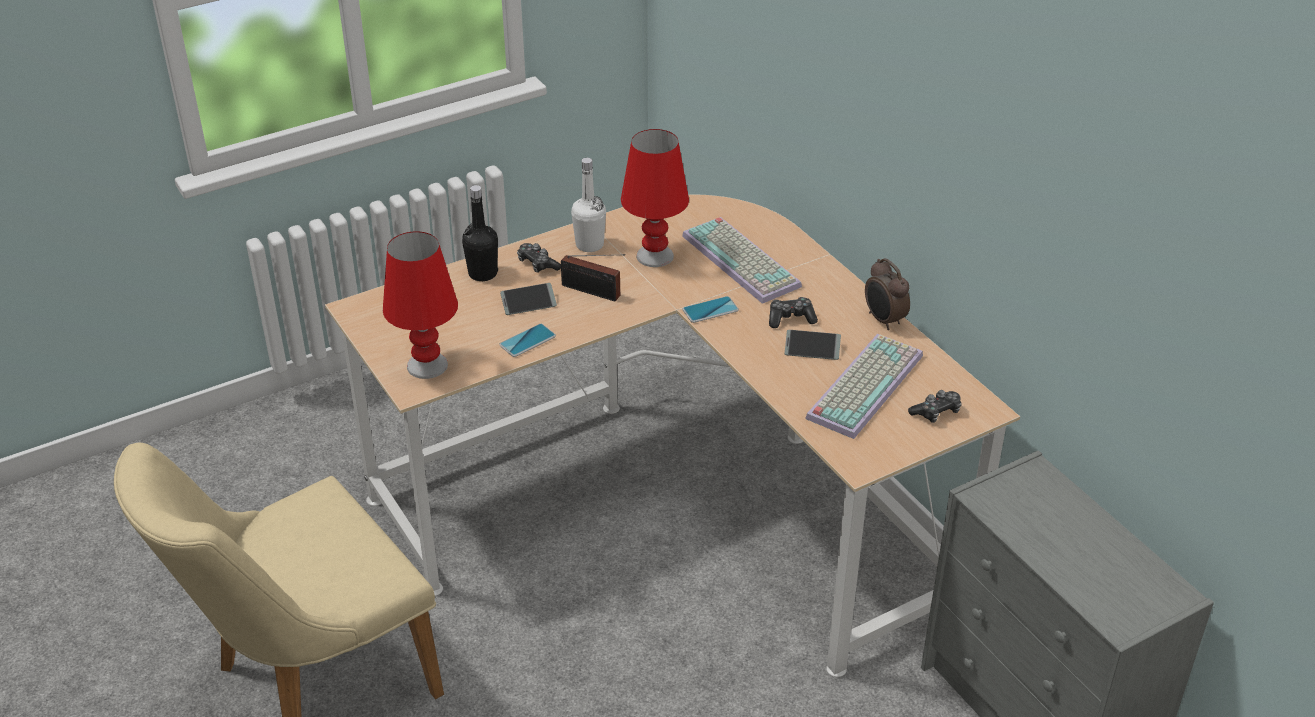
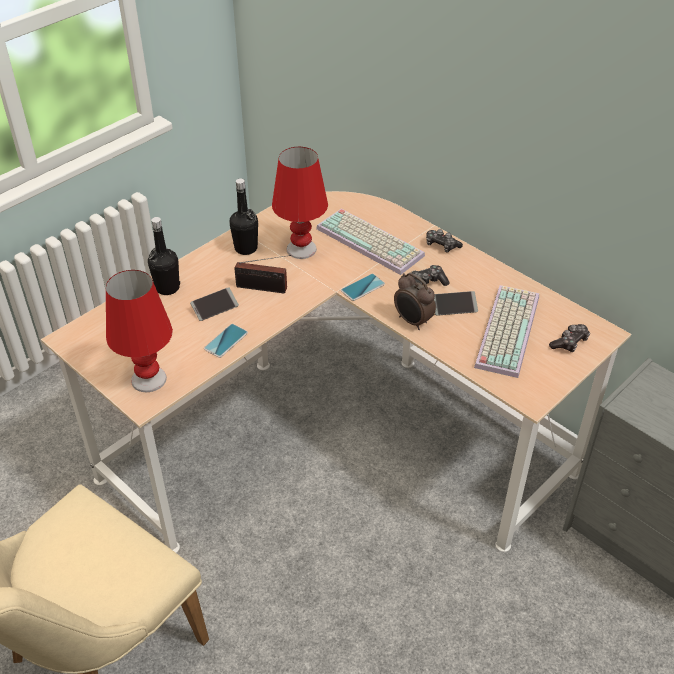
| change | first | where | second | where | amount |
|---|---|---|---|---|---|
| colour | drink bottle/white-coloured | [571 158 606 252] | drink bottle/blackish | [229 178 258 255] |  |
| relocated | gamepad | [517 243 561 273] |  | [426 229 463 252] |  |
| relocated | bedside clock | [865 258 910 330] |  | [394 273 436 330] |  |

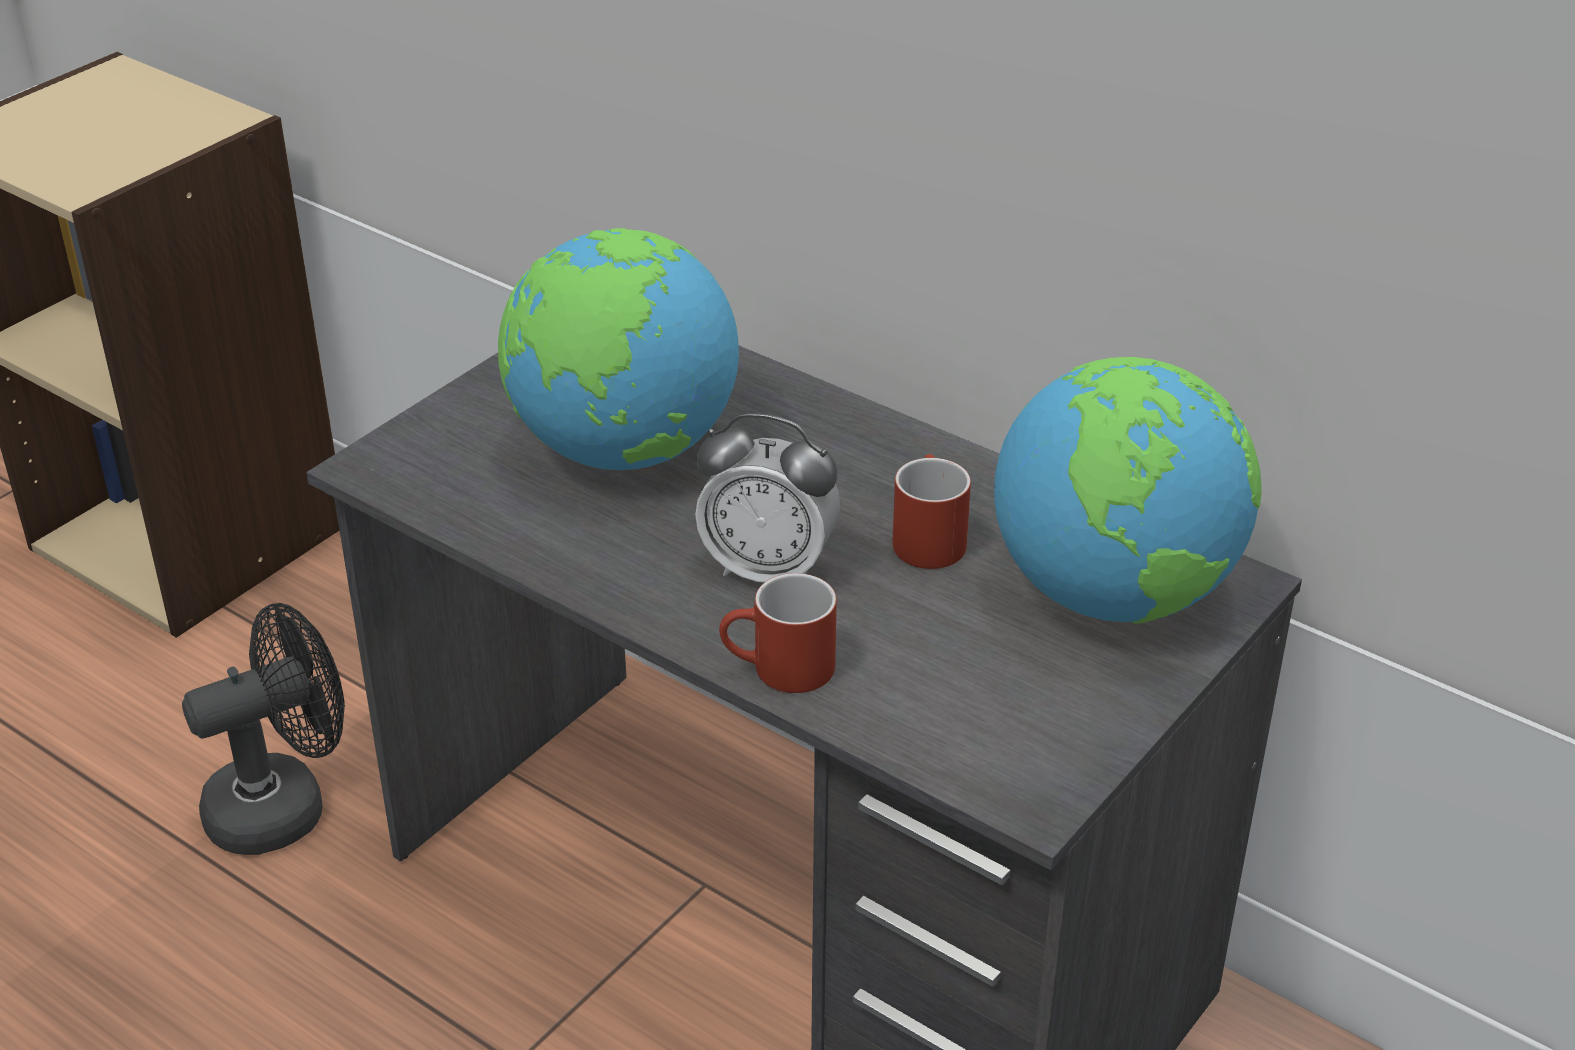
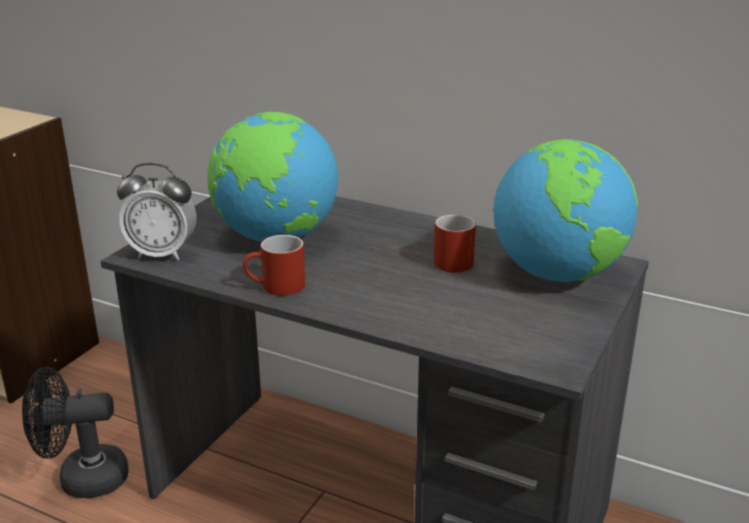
| change | first | where | second | where | amount |
|---|---|---|---|---|---|
| relocated | bedside clock | [695 413 840 583] |  | [117 163 197 261] |  |
| relocated | tea mug/red-coloured | [719 573 837 693] |  | [243 235 305 296] |  |
| spun | fan/blackish | [182 603 345 855] |  | [22 367 129 498] | 150 degrees counterclockwise |

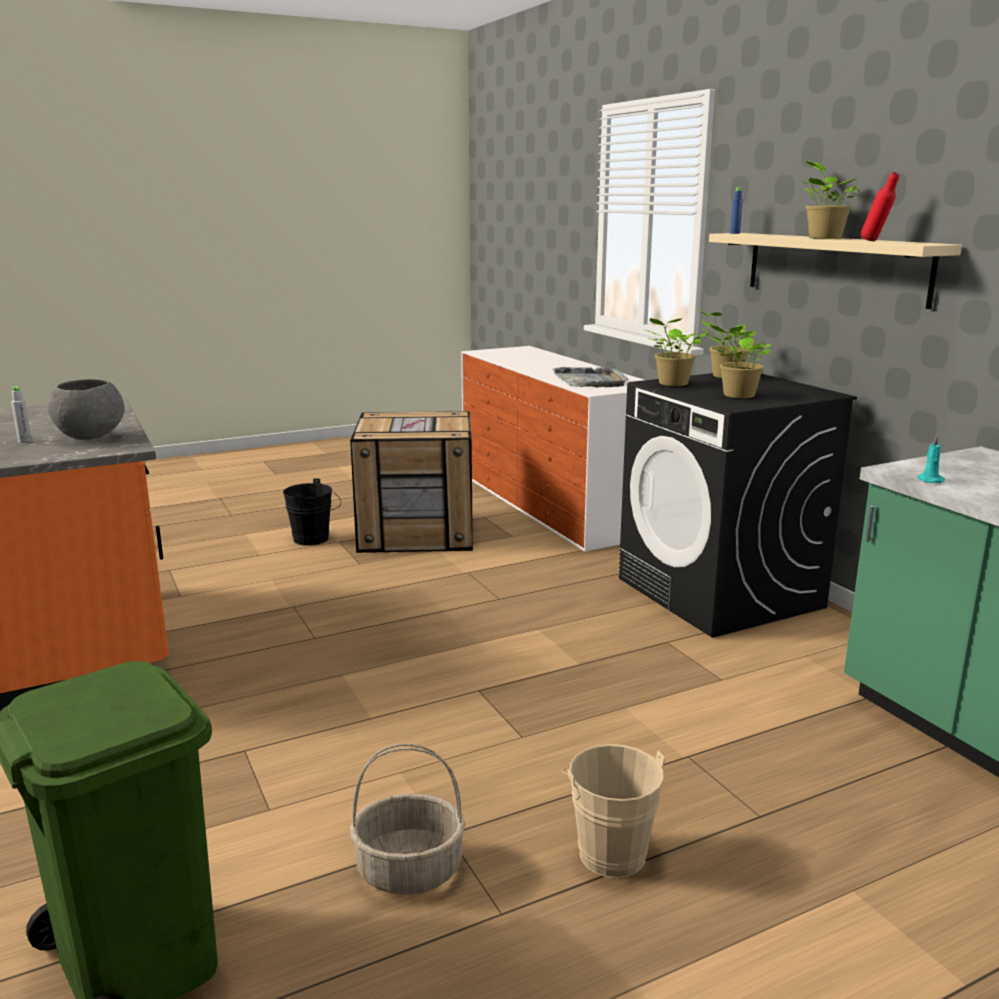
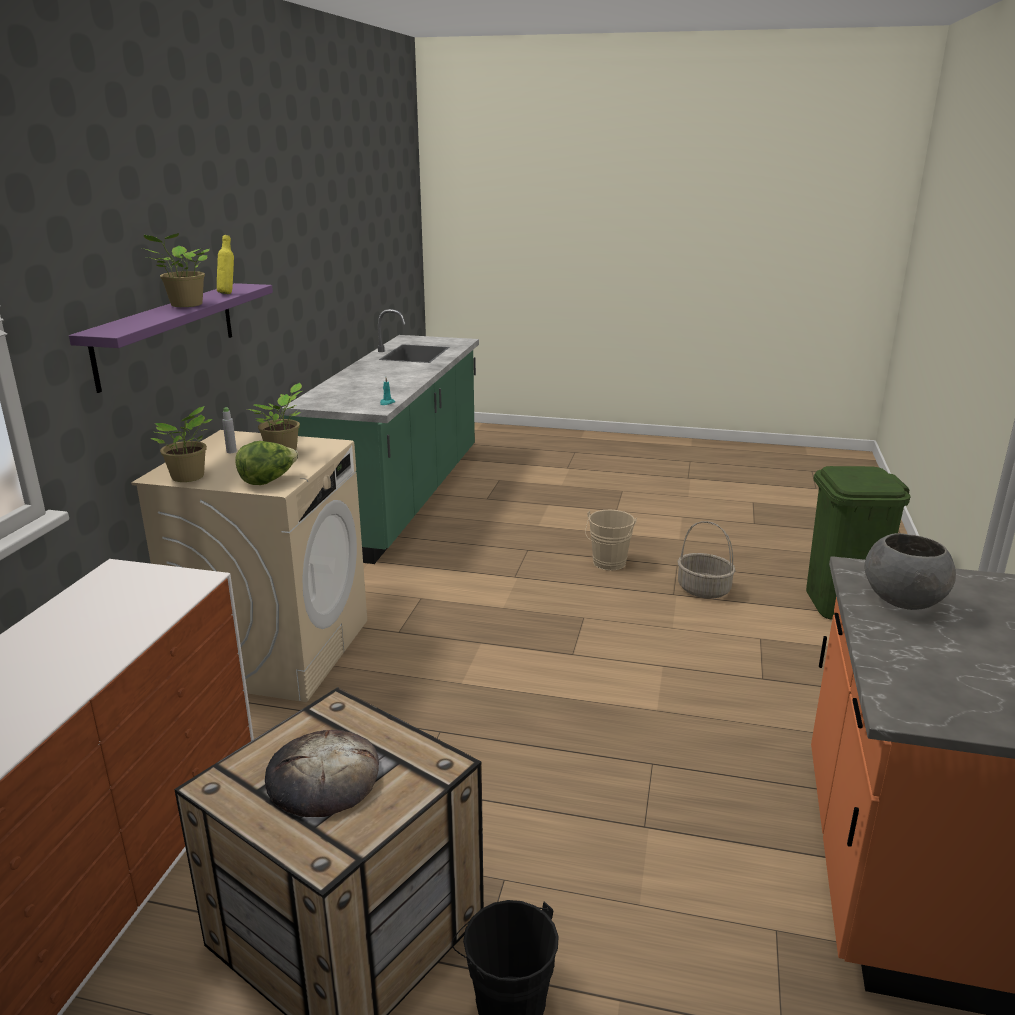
| change | first | where | second | where | amount |
|---|---|---|---|---|---|
| colour | drink bottle/red-coloured | [861 172 899 241] | drink bottle/yellowish | [217 235 234 294] |  |
| missing | drink bottle/bluish | [730 187 743 234] |  |  |  |
| colour | bracket shelf/beige-coloured | [709 233 962 309] | bracket shelf/purplish | [69 283 273 393] |  |
| exchanged | houseplant | [643 318 706 386] | lettuce head | [235 441 299 485] |  |
| missing | serving tray/gray | [553 366 629 388] |  |  |  |
| colour | laundry appliance/blackish | [619 373 857 638] | laundry appliance/beige-coloured | [131 430 367 702] |  |
| relocated | drink bottle/gray | [11 386 32 443] |  | [222 407 237 453] |  |
| appeared |  |  | baked bread | [265 730 379 817] |  |

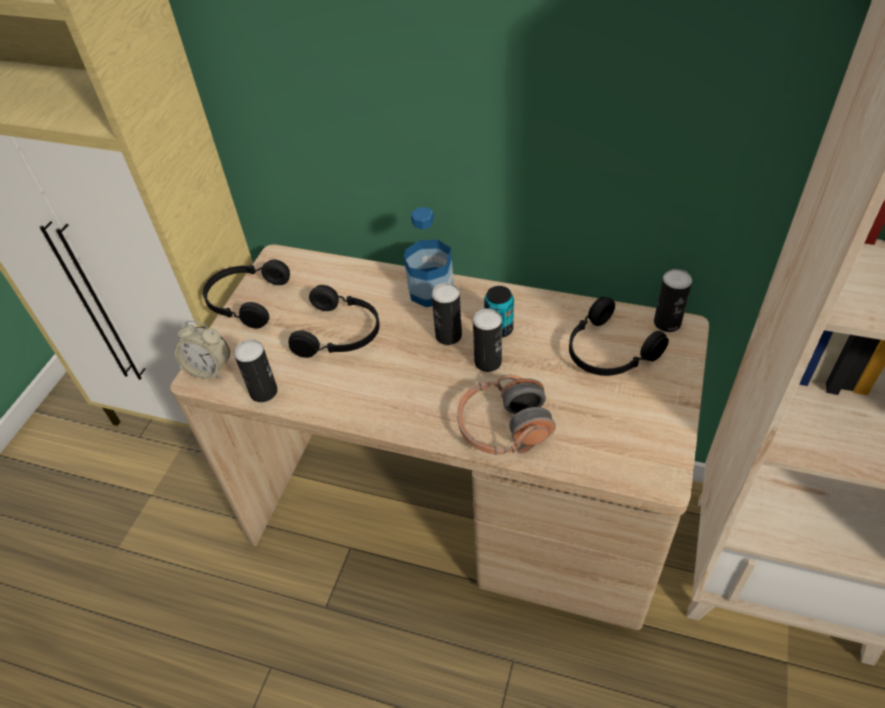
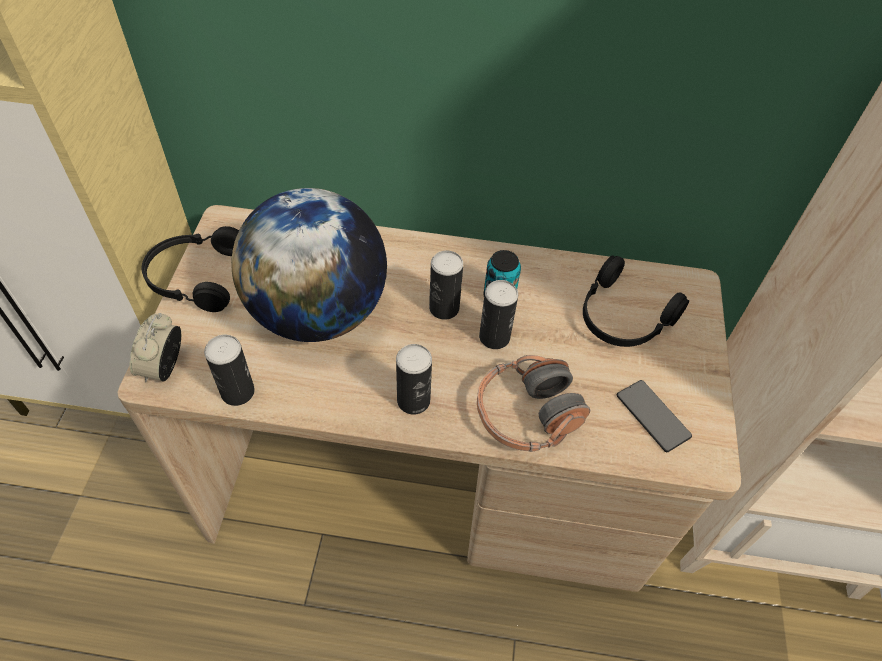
| change | first | where | second | where | amount |
|---|---|---|---|---|---|
| missing | drink bottle | [403 207 454 307] |  |  |  |
| relocated | sealed can | [654 269 692 332] |  | [396 344 432 415] |  |
| exchanged | headset/blackish | [289 285 380 358] | globe | [231 188 387 342] |  |
| spun | bedside clock | [174 321 230 379] |  | [130 313 181 382] | 90 degrees clockwise |
| appeared |  |  | phone | [617 380 692 452] |  |

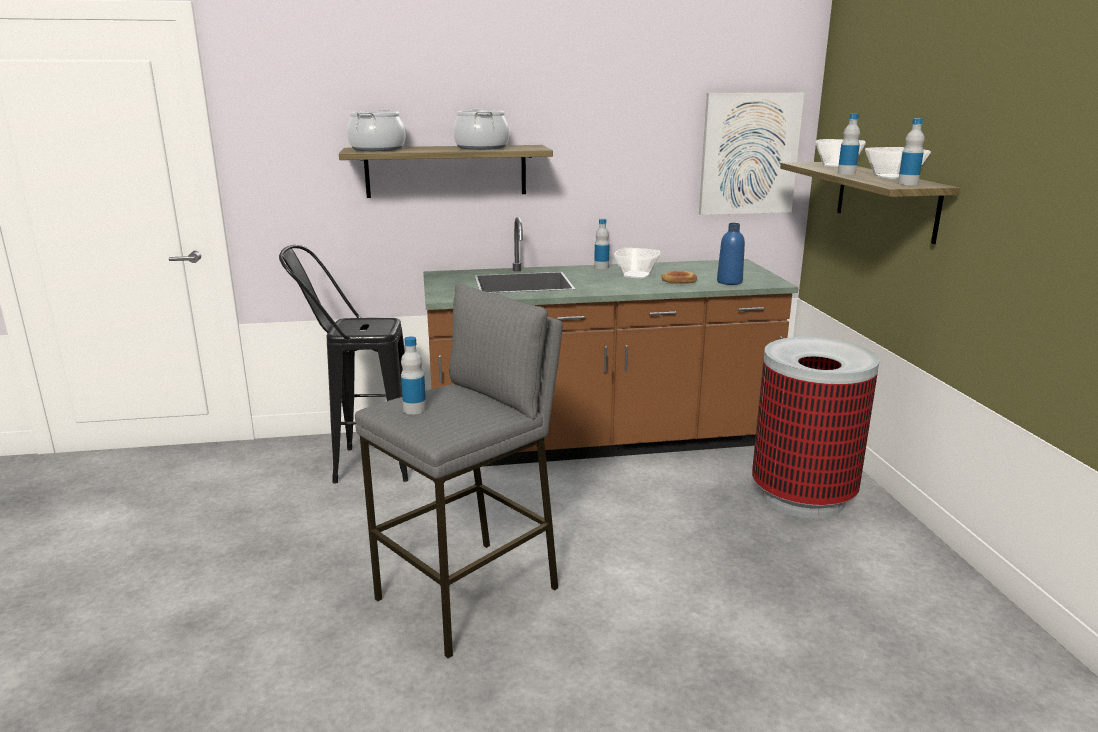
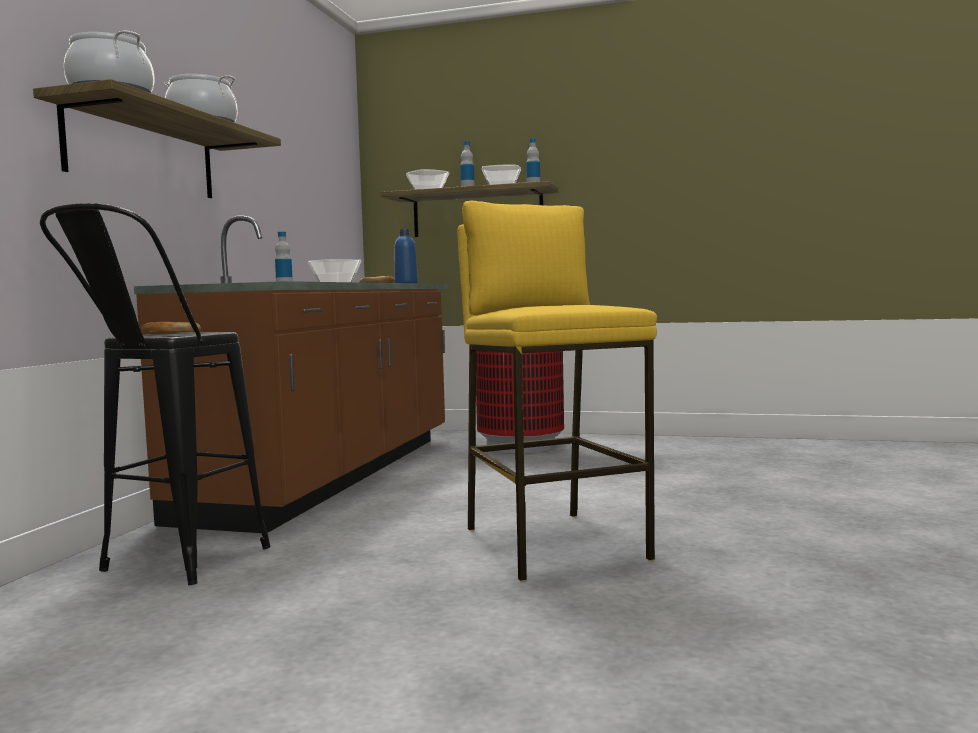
| change | first | where | second | where | amount |
|---|---|---|---|---|---|
| missing | wall art | [699 93 804 215] |  |  |  |
| colour | stool seat/gray | [355 283 563 659] | stool seat/yellowish | [457 201 657 581] |  |
| missing | drink bottle | [401 336 426 414] |  |  |  |
| appeared |  |  | baked bread | [141 322 201 335] |  |

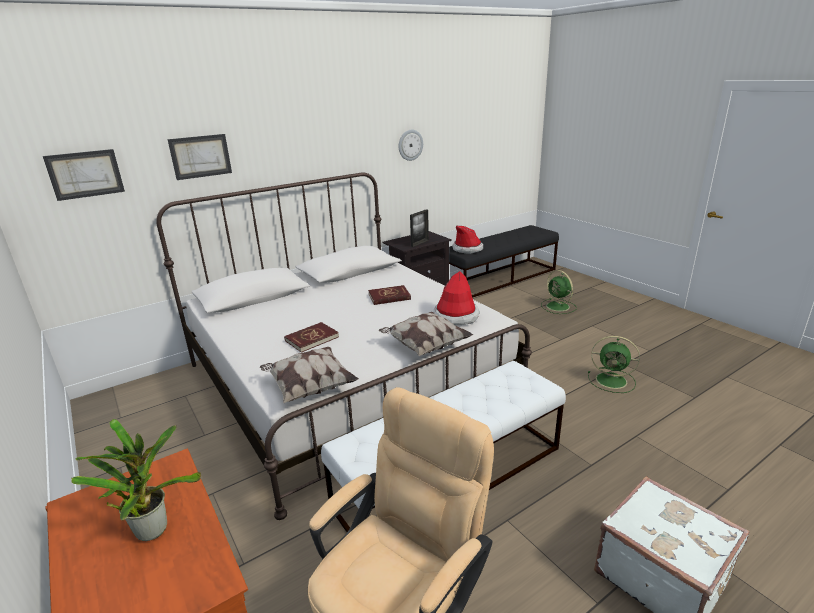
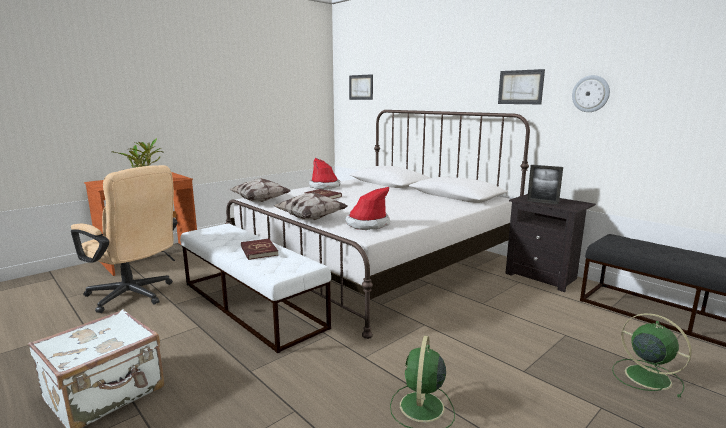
| change | first | where | second | where | amount |
|---|---|---|---|---|---|
| relocated | wall art | [167 134 232 180] |  | [498 69 545 104] |  |
| relocated | hat | [453 226 483 254] |  | [309 158 341 190] |  |
| spun | fan/green | [541 270 577 314] |  | [612 313 692 398] | 90 degrees clockwise |
| relocated | book/red-coloured | [368 285 411 305] |  | [241 239 278 260] |  |

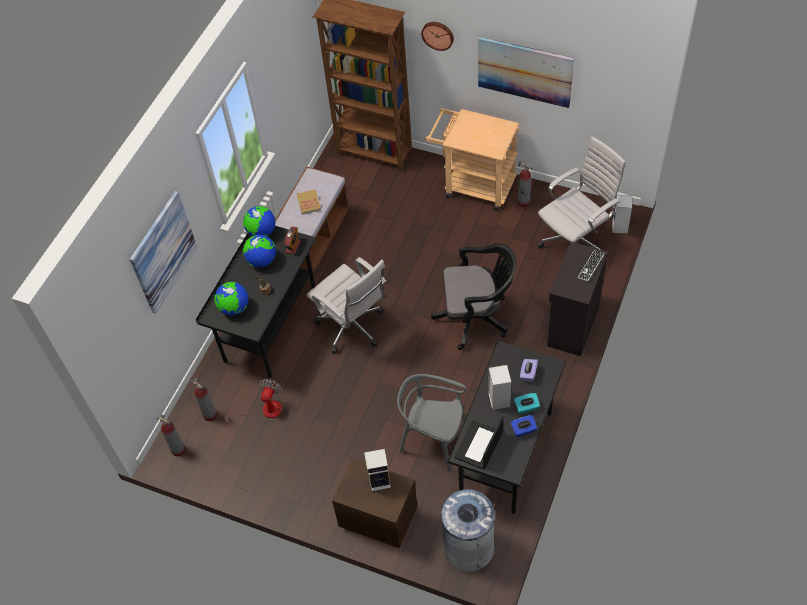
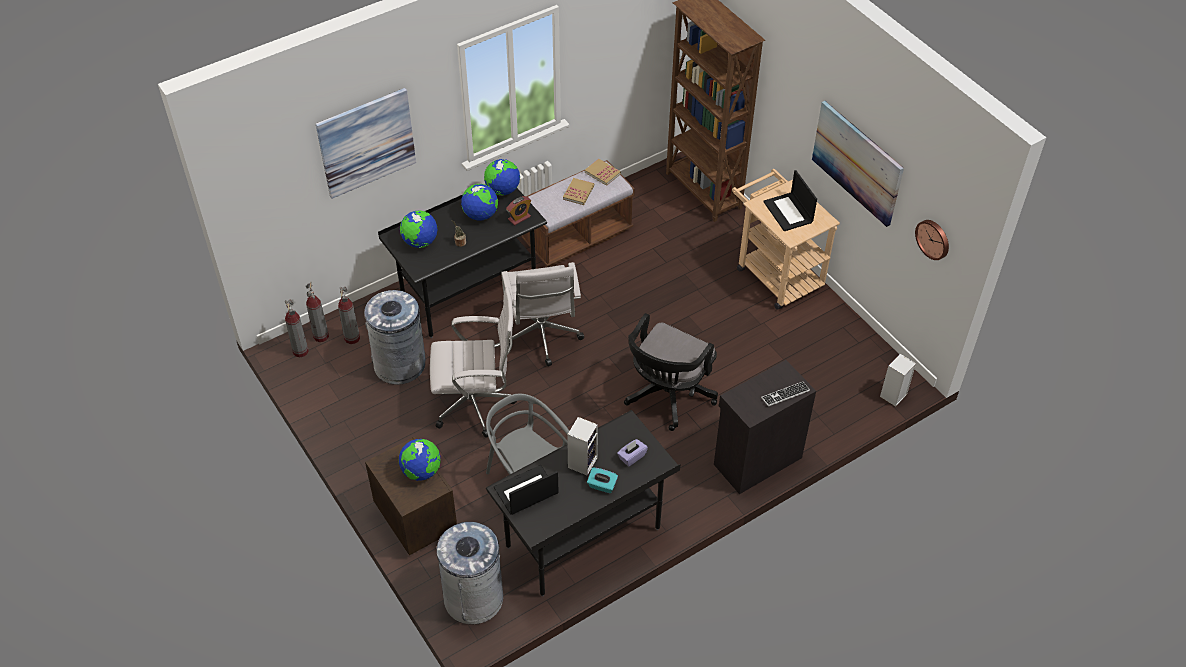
| change | first | where | second | where | amount |
|---|---|---|---|---|---|
| relocated | wall clock | [421 22 454 51] |  | [915 220 949 260] |  |
| relocated | computer chair/white-coloured | [537 136 626 250] |  | [430 287 517 438] |  |
| relocated | fire-fighting cylinder | [517 159 533 207] |  | [305 281 329 342] |  |
| spun | computer chair/blackish | [431 243 516 350] |  | [624 313 718 431] | 90 degrees clockwise |
| exchanged | fan | [224 379 282 426] | rubbish bin/gray | [364 290 425 385] |  |
| missing | tissue box/bluish | [510 415 537 437] |  |  |  |
| exchanged | audio speaker | [364 449 391 491] | globe | [399 439 441 481] |  |
| appeared |  |  | book | [585 159 621 186] |  |
| appeared |  |  | laptop | [763 170 817 231] |  |

